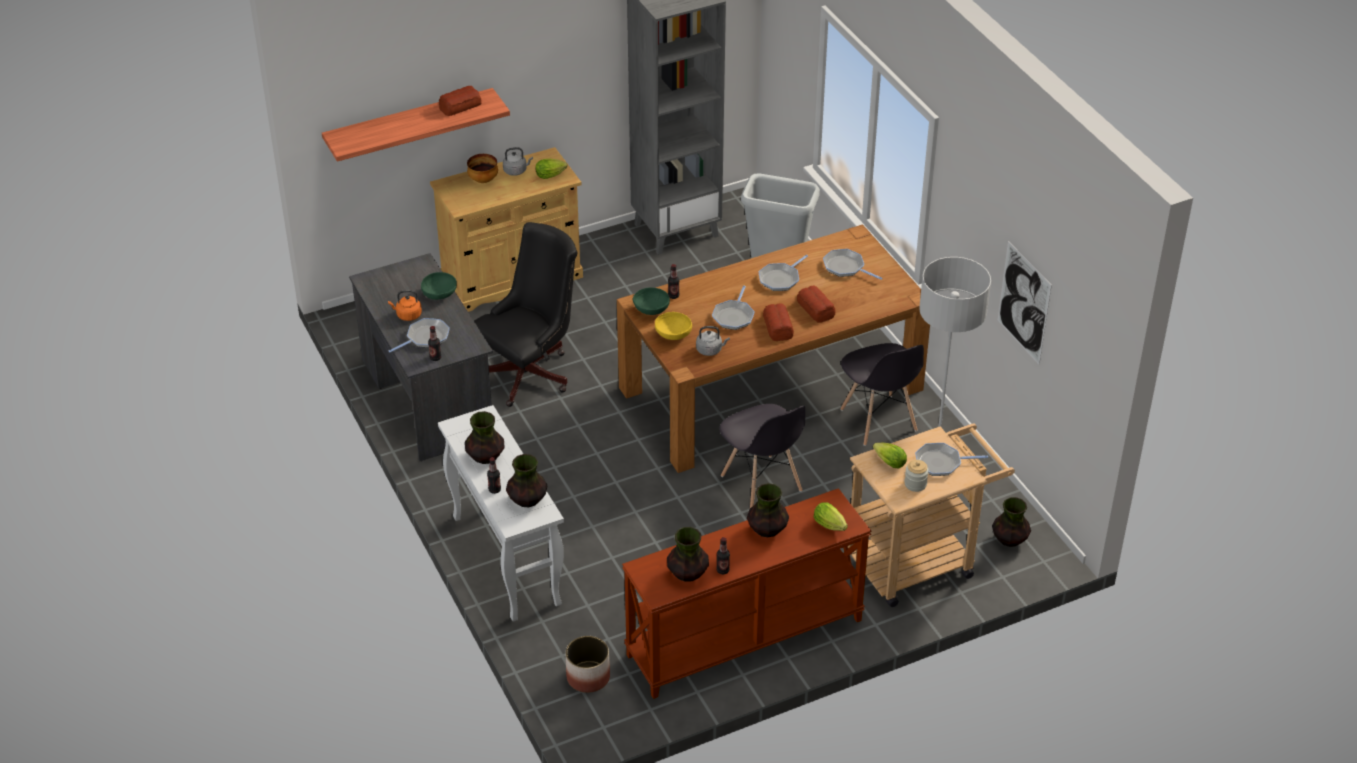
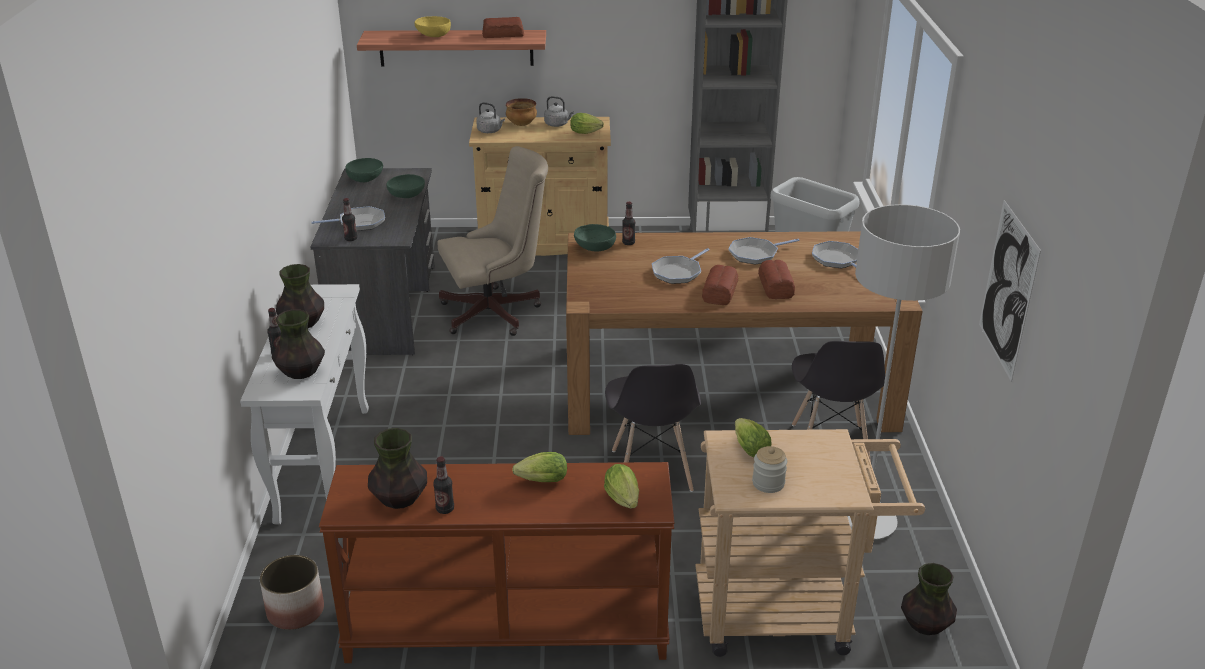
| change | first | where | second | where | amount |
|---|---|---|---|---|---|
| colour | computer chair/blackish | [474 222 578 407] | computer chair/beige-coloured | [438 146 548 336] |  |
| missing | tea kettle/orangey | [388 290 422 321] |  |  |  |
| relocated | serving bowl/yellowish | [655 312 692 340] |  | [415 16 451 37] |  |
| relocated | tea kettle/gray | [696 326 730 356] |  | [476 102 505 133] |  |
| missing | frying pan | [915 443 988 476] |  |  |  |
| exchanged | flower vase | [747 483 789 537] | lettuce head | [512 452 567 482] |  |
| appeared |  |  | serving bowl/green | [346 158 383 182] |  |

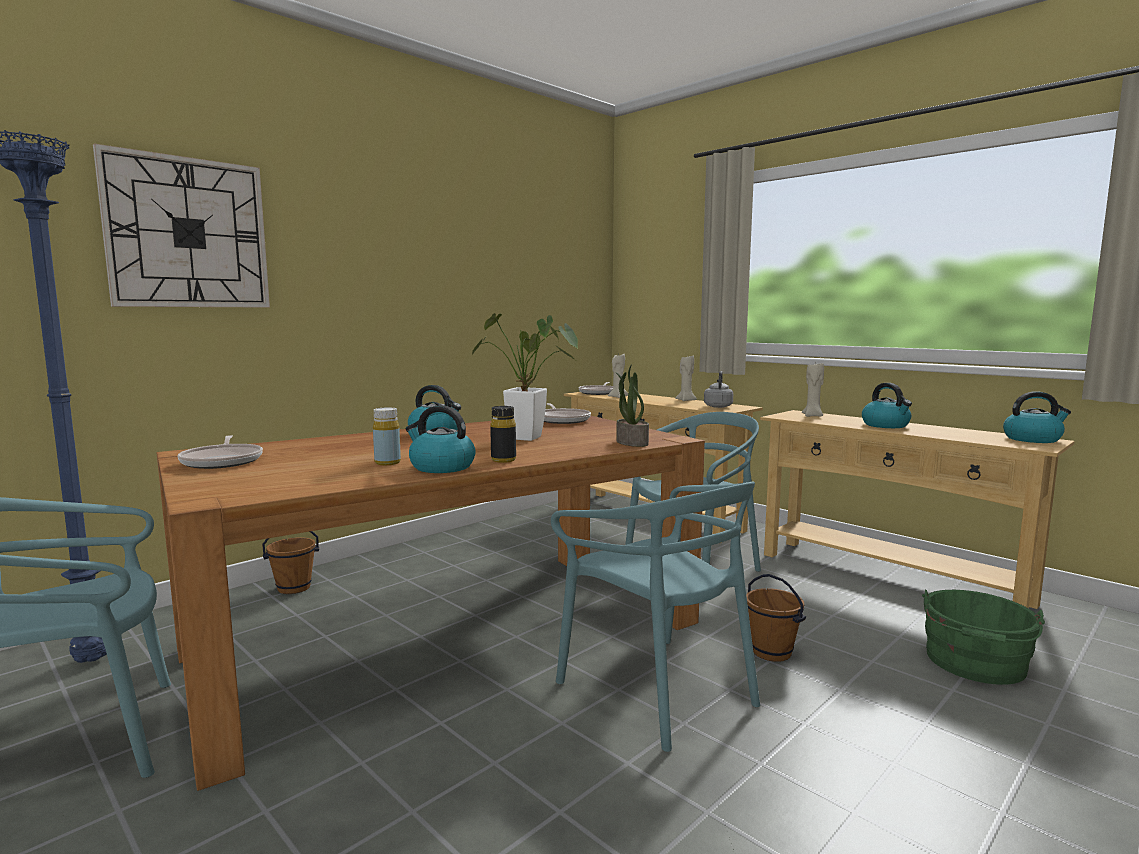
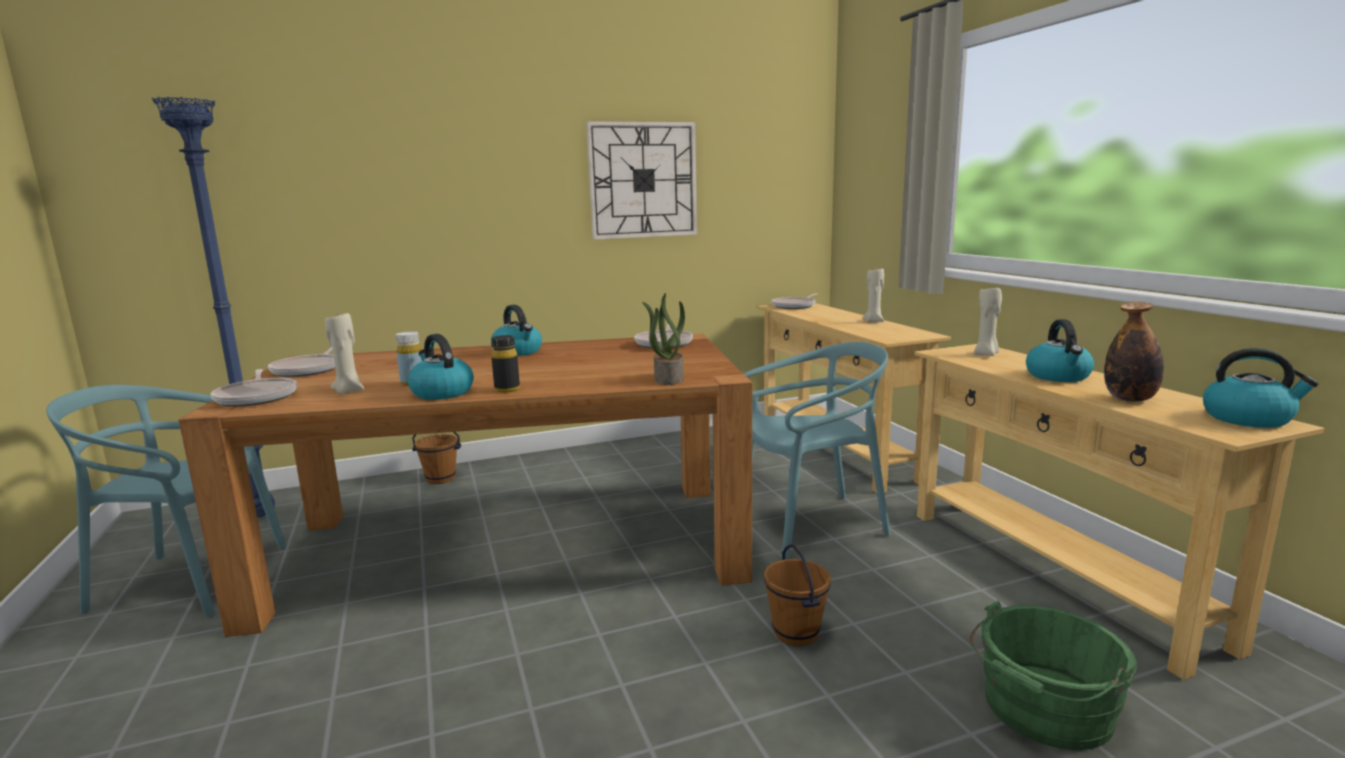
| change | first | where | second | where | amount |
|---|---|---|---|---|---|
| relocated | wall clock | [93 144 270 308] |  | [586 121 697 240] |  |
| missing | houseplant | [471 313 578 441] |  |  |  |
| relocated | wax light/beige-coloured | [608 353 628 398] |  | [325 313 364 395] |  |
| missing | tea kettle/gray | [704 371 733 408] |  |  |  |
| missing | plain chair/turquoise | [551 481 760 752] |  |  |  |
| appeared |  |  | drink bottle | [1104 302 1164 402] |  |
| appeared |  |  | frying pan | [210 369 297 406] |  |

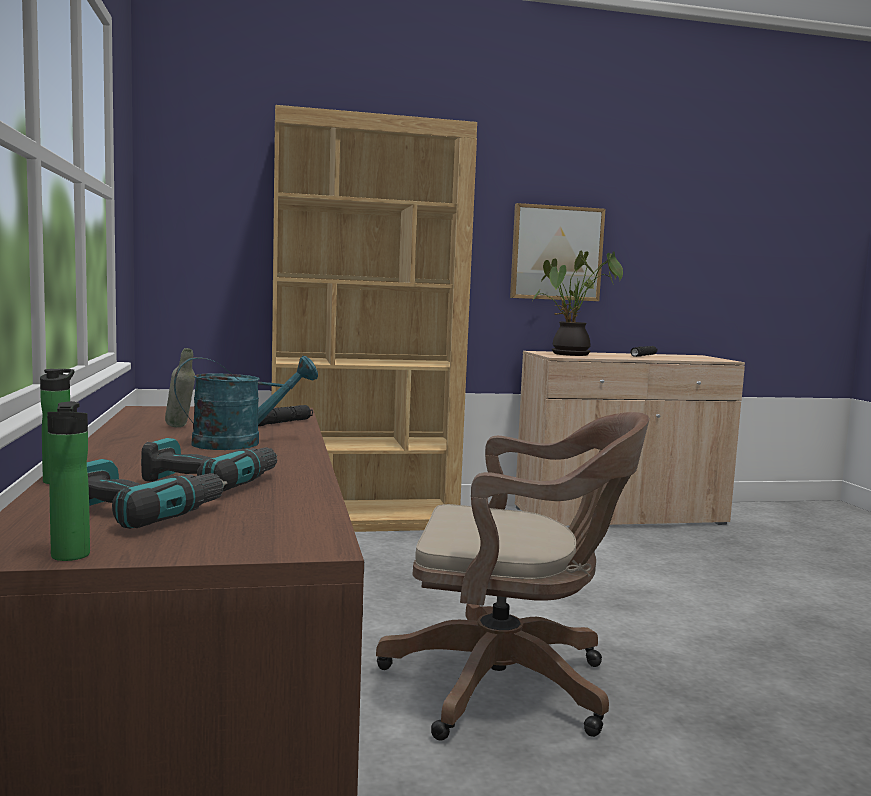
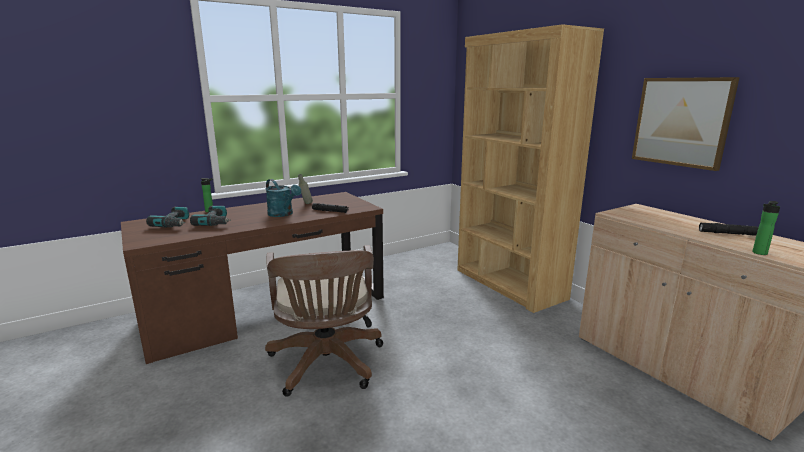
| change | first | where | second | where | amount |
|---|---|---|---|---|---|
| missing | houseplant | [533 251 623 356] |  |  |  |
| relocated | drink bottle | [47 401 90 561] |  | [752 201 780 255] |  |

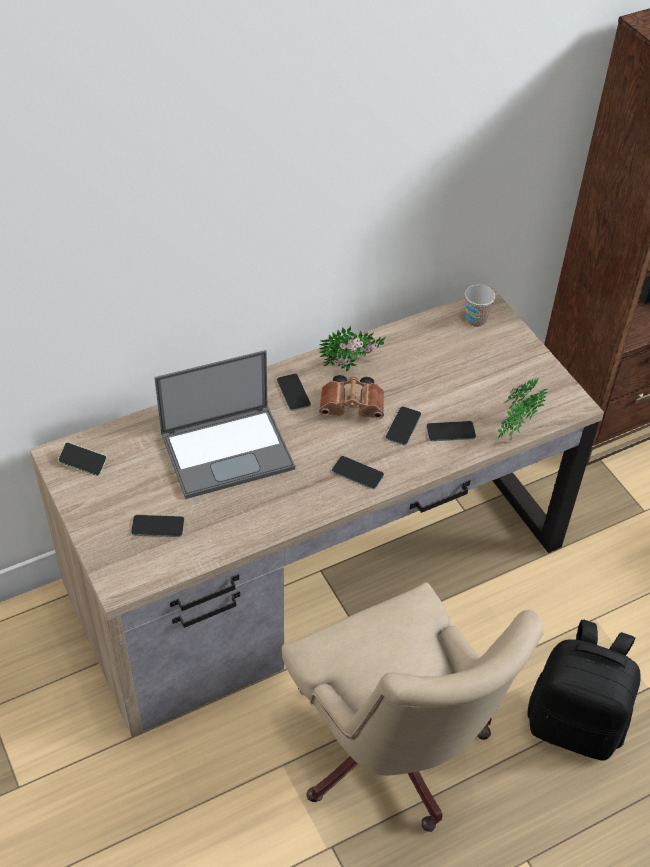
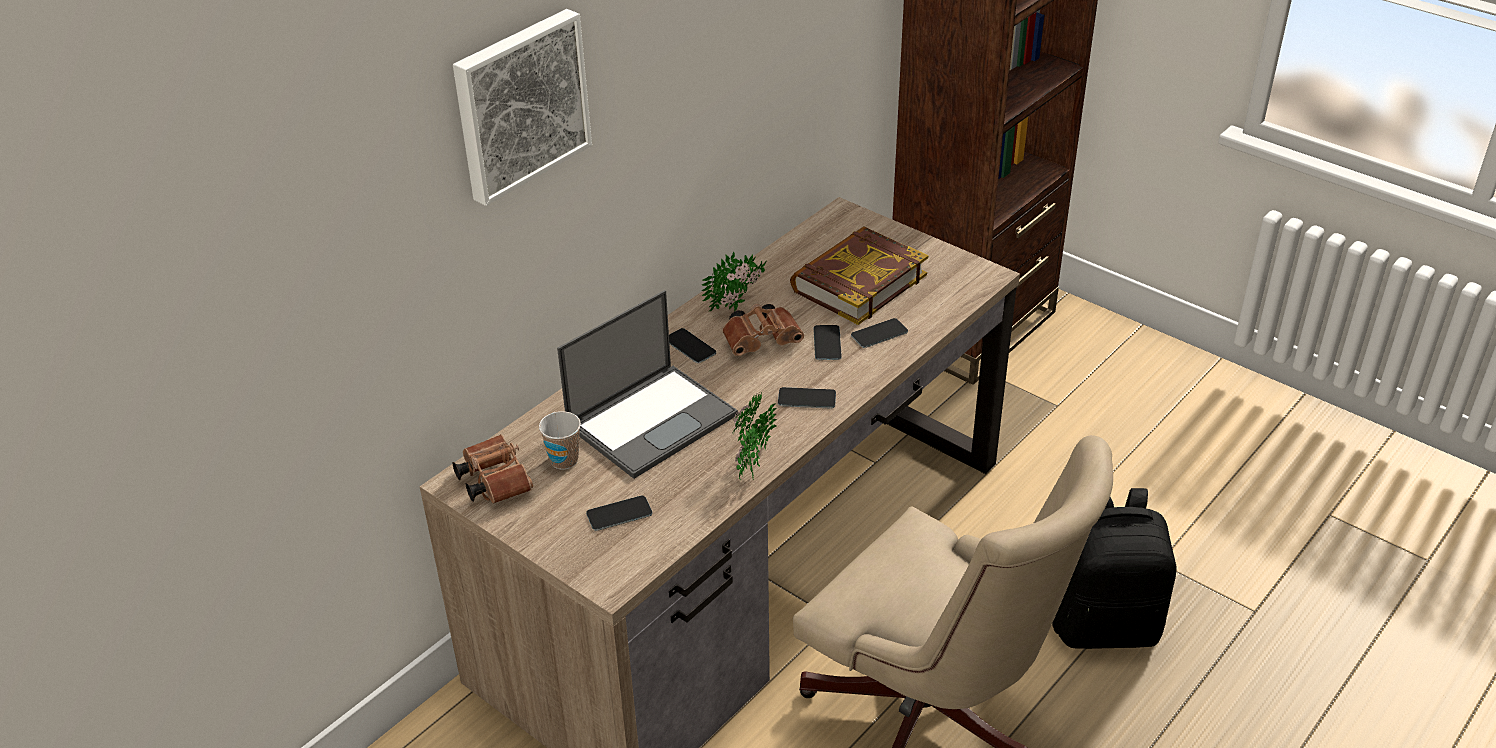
| change | first | where | second | where | amount |
|---|---|---|---|---|---|
| relocated | cup | [465 285 495 327] |  | [539 411 581 470] |  |
| relocated | houseplant | [498 378 547 441] |  | [732 392 777 481] |  |
| exchanged | phone | [58 442 107 476] | binoculars/brownish | [452 434 533 504] |  |
| appeared |  |  | wall art | [453 9 592 206] |  |
| appeared |  |  | book | [790 227 928 325] |  |

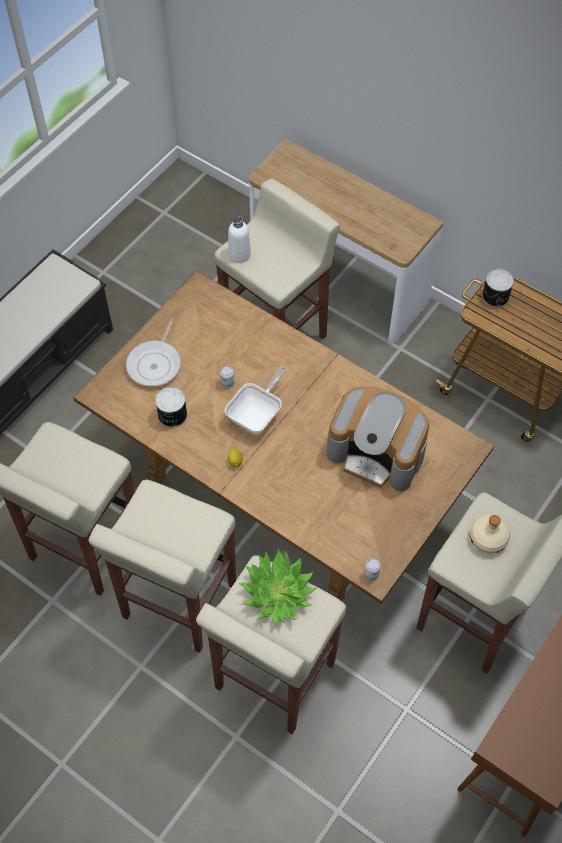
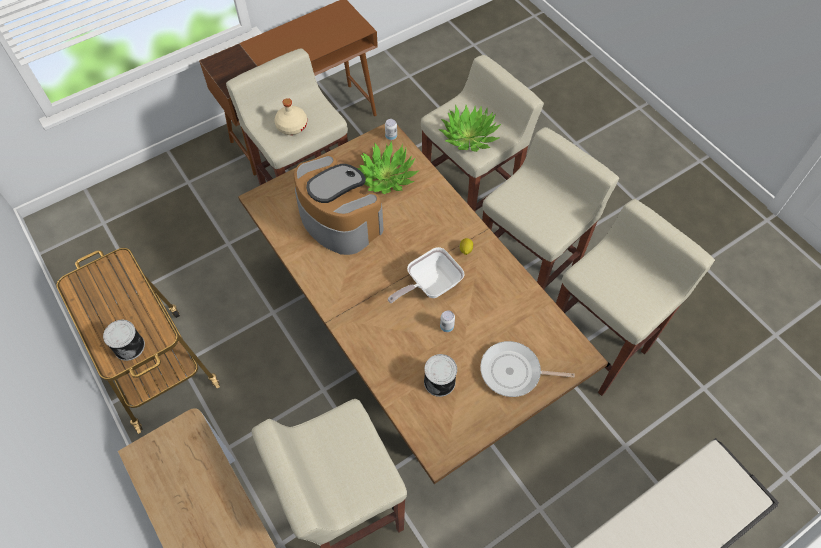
| change | first | where | second | where | amount |
|---|---|---|---|---|---|
| missing | drink bottle/white-coloured | [228 216 251 263] |  |  |  |
| spun | frying pan | [126 318 181 386] |  | [480 341 575 397] | 120 degrees counterclockwise |
| relocated | sealed can | [155 387 187 428] |  | [424 354 457 397] |  |
| appeared |  |  | houseplant | [357 141 419 195] |  |

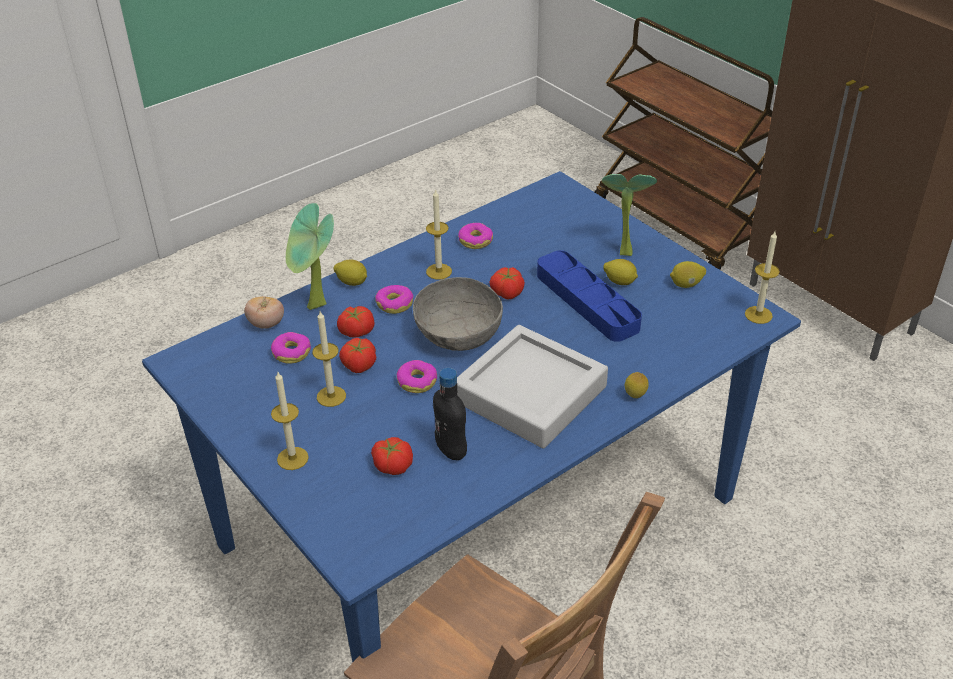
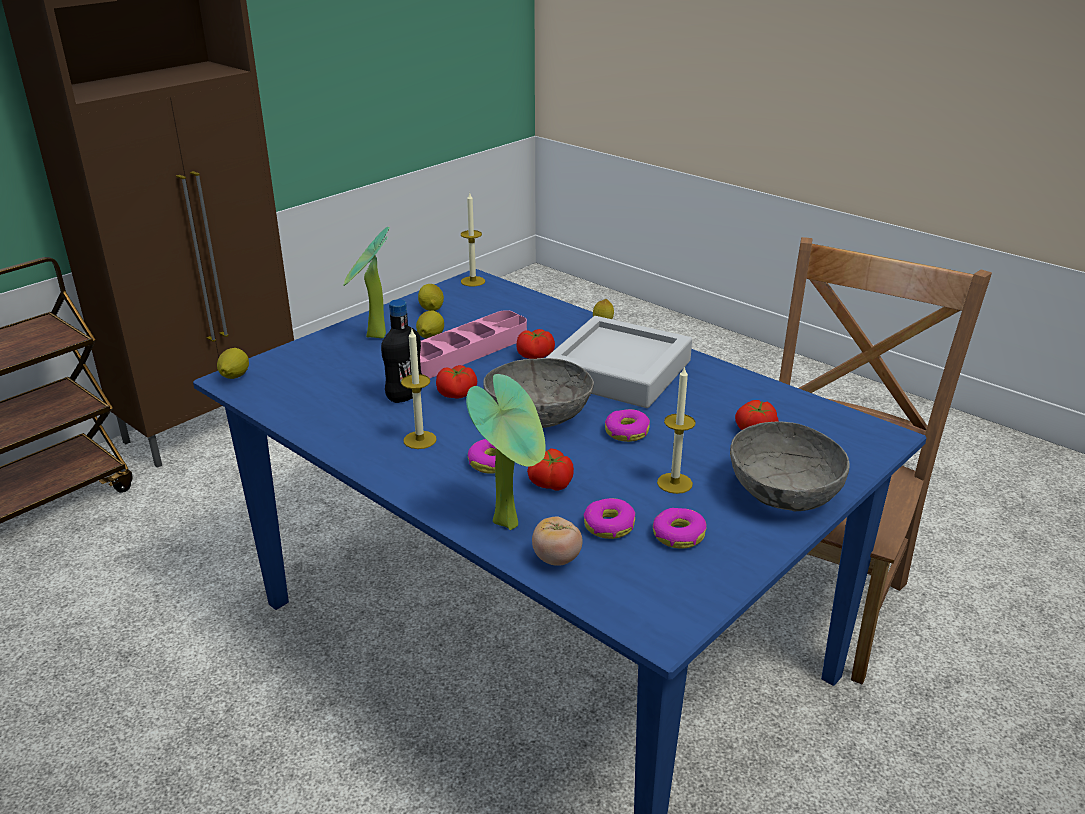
| change | first | where | second | where | amount |
|---|---|---|---|---|---|
| relocated | ring doughnut | [458 223 493 249] |  | [653 508 706 549] |  |
| colour | serving tray/bluish | [537 250 642 342] | serving tray/pinkish | [420 310 527 378] |  |
| relocated | citrus fruit | [334 259 367 286] |  | [217 348 249 379] |  |
| relocated | whole tomato | [339 338 376 373] |  | [516 329 555 359] |  |
| relocated | drink bottle/blackish | [433 368 467 460] |  | [381 299 422 403] |  |
| exchanged | wax light | [271 372 309 470] | serving bowl/gray | [730 421 850 511] |  |

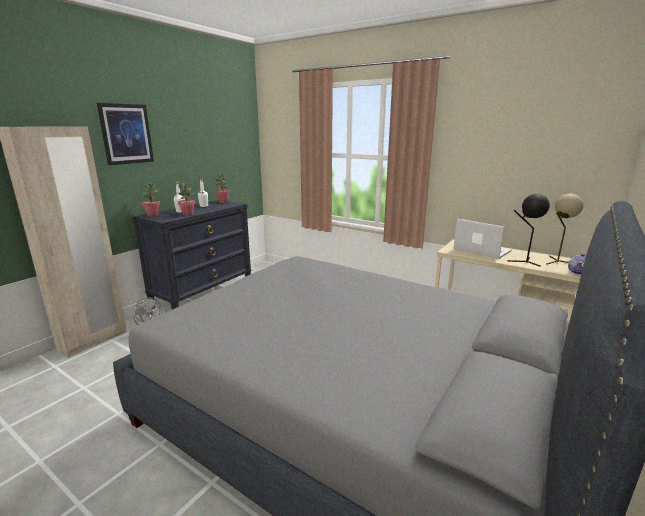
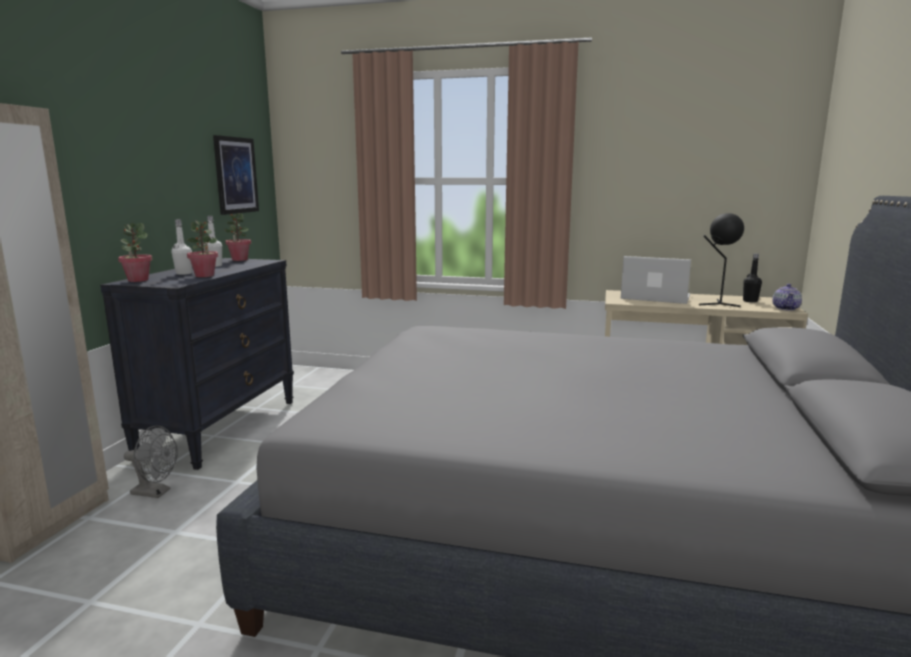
| change | first | where | second | where | amount |
|---|---|---|---|---|---|
| relocated | wall art | [97 103 154 165] |  | [213 135 259 215] |  |
| exchanged | tabletop lamp/beige-coloured | [547 194 584 265] | drink bottle/blackish | [743 253 762 303] |  |

